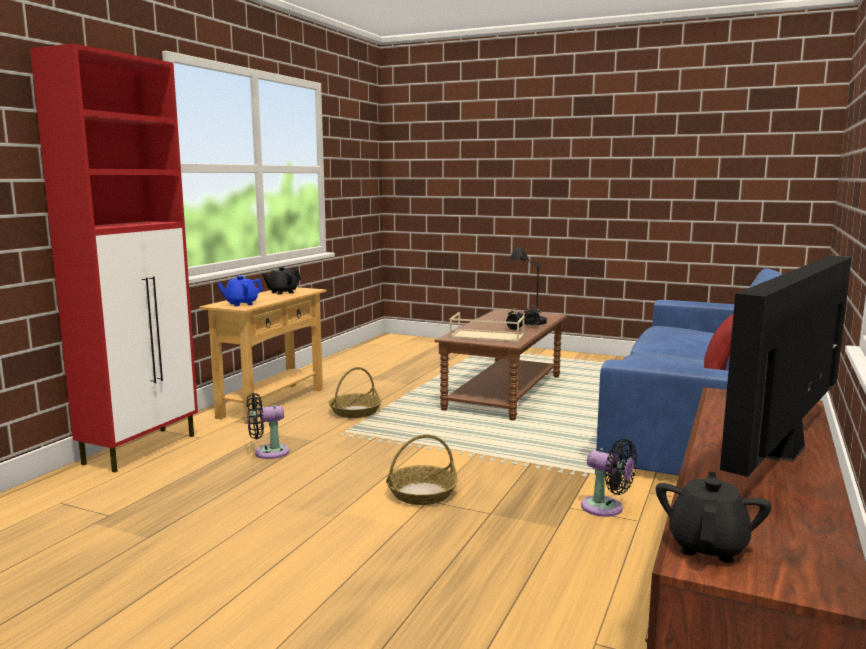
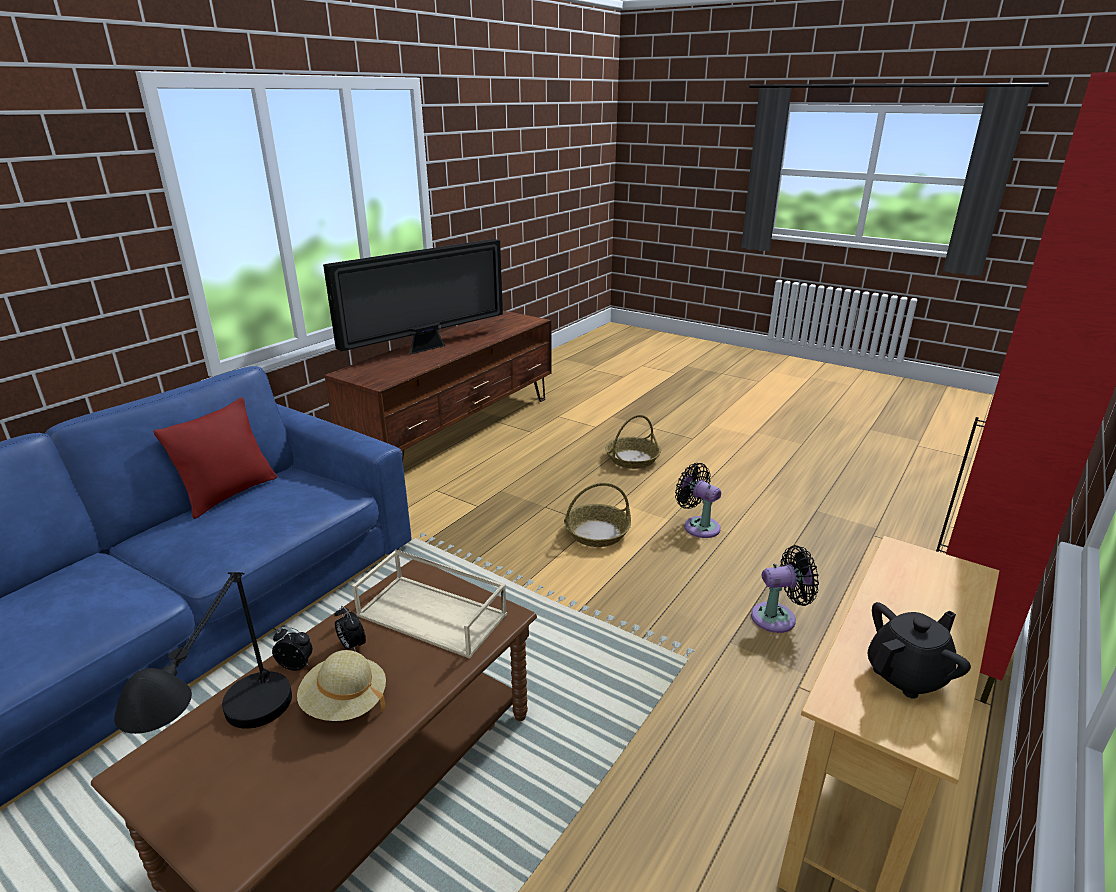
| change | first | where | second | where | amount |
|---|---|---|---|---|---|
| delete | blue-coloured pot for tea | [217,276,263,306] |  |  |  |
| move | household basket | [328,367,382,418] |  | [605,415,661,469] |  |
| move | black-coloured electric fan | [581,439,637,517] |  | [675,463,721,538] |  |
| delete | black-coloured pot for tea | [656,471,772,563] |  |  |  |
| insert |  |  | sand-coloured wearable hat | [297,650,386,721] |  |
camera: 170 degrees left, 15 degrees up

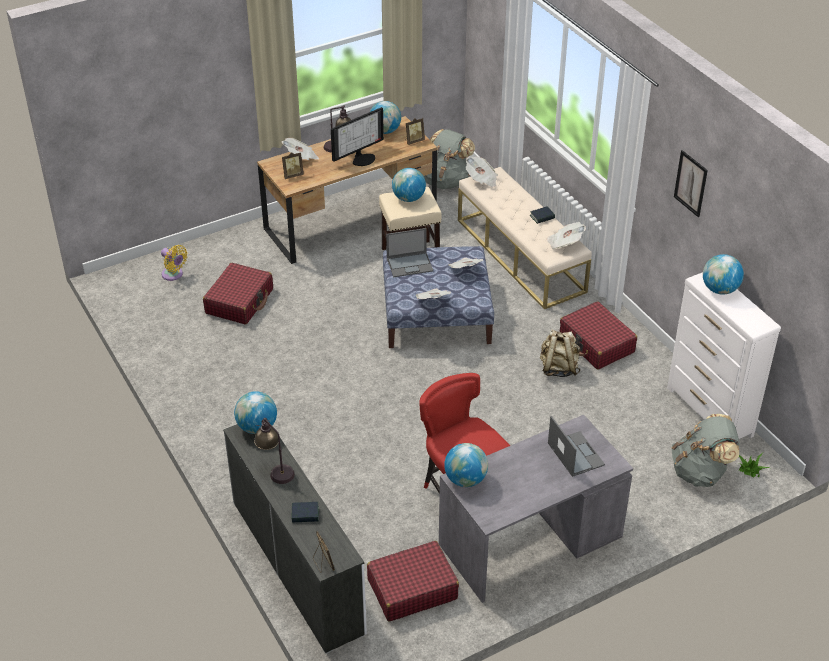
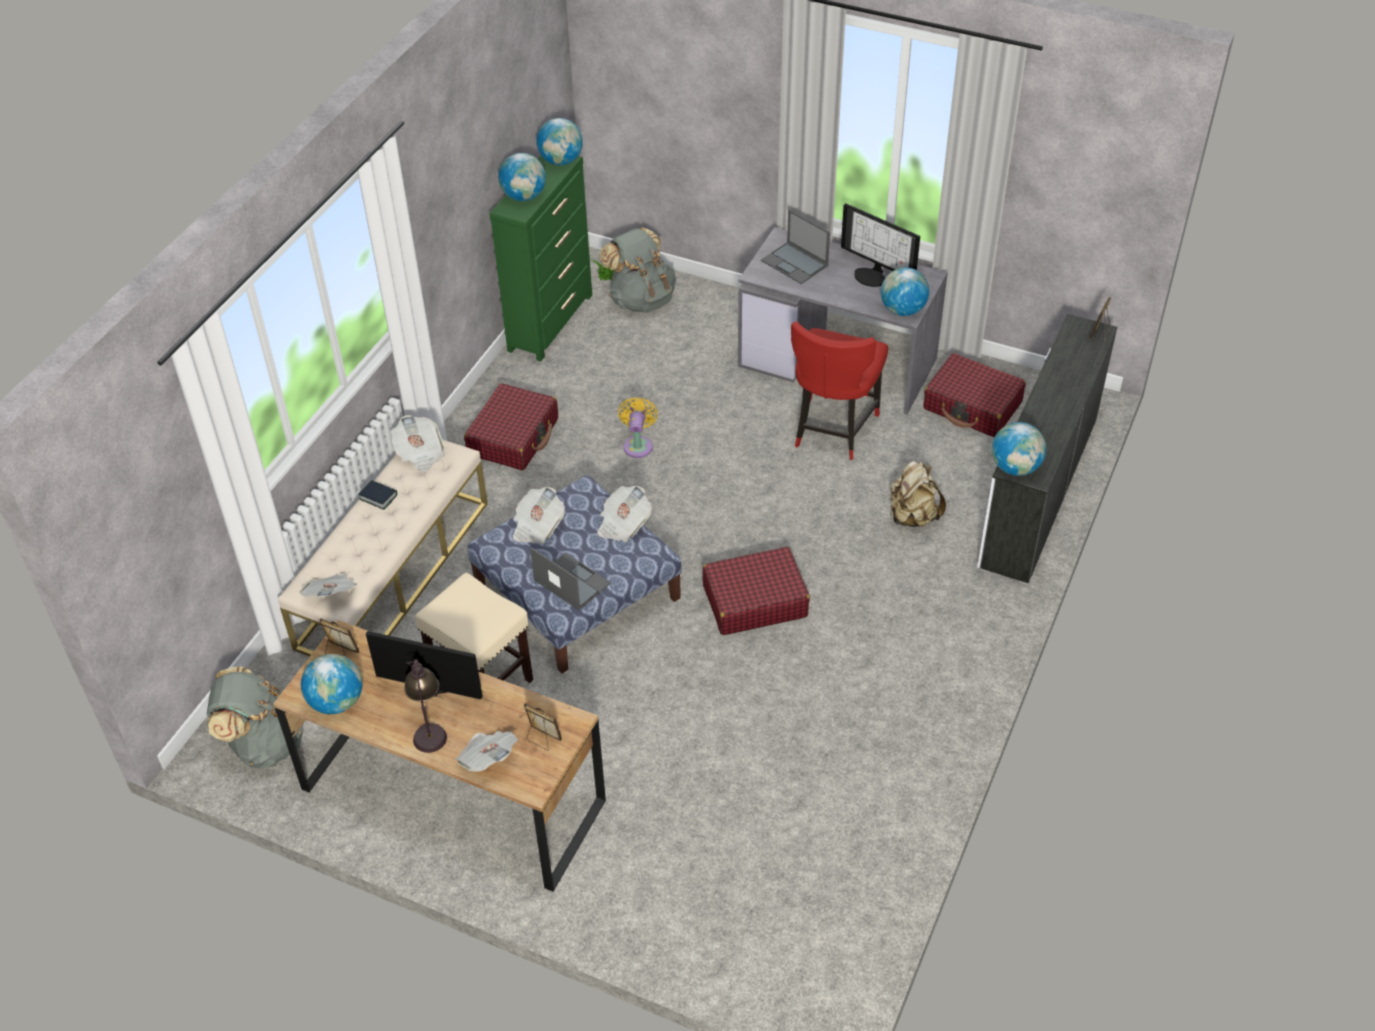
| change | first | where | second | where | amount |
|---|---|---|---|---|---|
| move | yellow-coloured electric fan | [161,245,188,281] |  | [618,397,658,458] |  |
| move | red-coloured piece of luggage | [203,263,273,324] |  | [703,547,810,635] |  |
| delete | tabletop lamp | [254,418,295,484] |  |  |  |
| delete | bound book | [291,502,319,523] |  |  |  |
| move | world globe | [392,168,426,202] |  | [536,118,583,165] |  |
| move | sand-coloured rucksack | [540,329,580,377] |  | [890,461,946,527] |  |
| rotate | notebook computer | [548,416,605,477] |  | [761,209,830,284] | 75 degrees counterclockwise |
| recolor | white-coloured drawer chest | [667,272,781,439] | greenish drawer chest | [489,156,592,362] |  |
| delete | wall art | [674,150,708,217] |  |  |  |
| insert |  |  | computer display | [841,203,920,287] |  |
camera: 125 degrees left, 5 degrees up

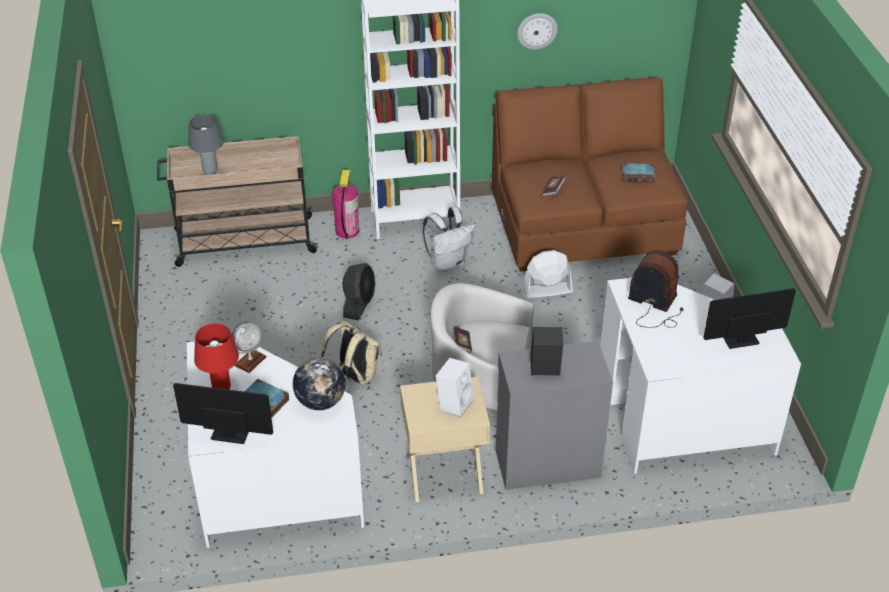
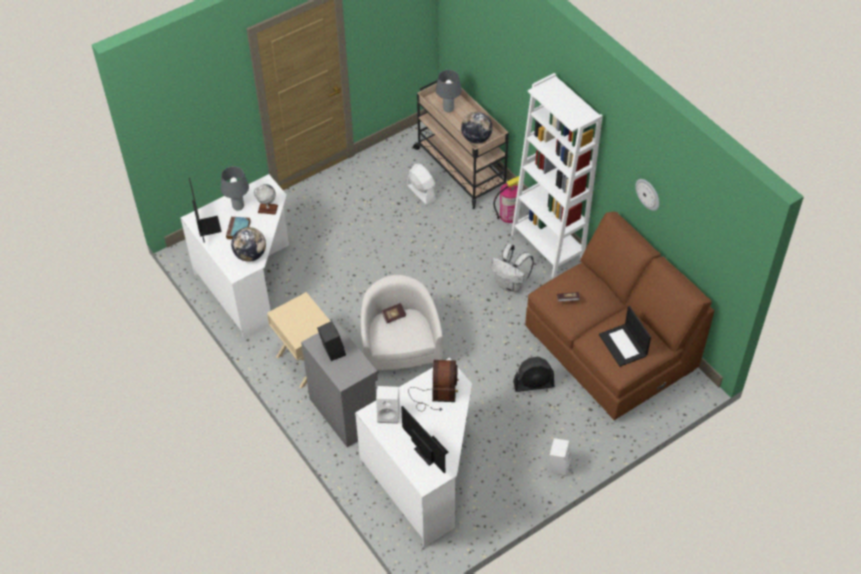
| change | first | where | second | where | amount |
|---|---|---|---|---|---|
| recolor | red-coloured tabletop lamp | [194,323,239,390] | grey tabletop lamp | [221,166,249,211] |  |
| delete | sand-coloured rucksack | [321,320,382,385] |  |  |  |
| move | black-coloured electric fan | [342,263,375,320] |  | [513,357,554,392] |  |
| move | white-coloured audio speaker | [436,358,474,418] |  | [376,386,400,424] |  |
| move | white-coloured electric fan | [523,250,573,298] |  | [407,164,436,205] |  |
| replace | bound book | [622,163,655,183] | notebook computer | [599,306,651,367] |  |
| insert |  |  | world globe | [461,112,493,144] |  |
camera: 65 degrees right, 10 degrees up

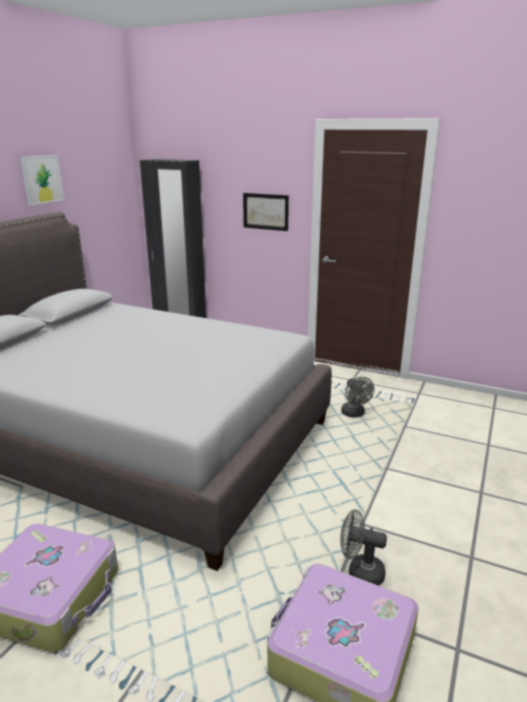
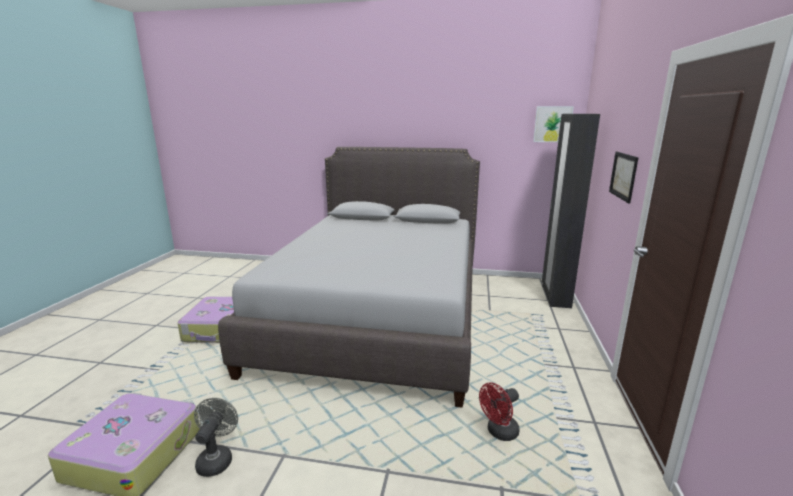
| change | first | where | second | where | amount |
|---|---|---|---|---|---|
| move | wall art | [20,155,64,205] |  | [533,106,574,142] |  |
| recolor | grey electric fan | [341,377,374,418] | red-coloured electric fan | [479,382,520,441] |  |
camera: 75 degrees right, 5 degrees down

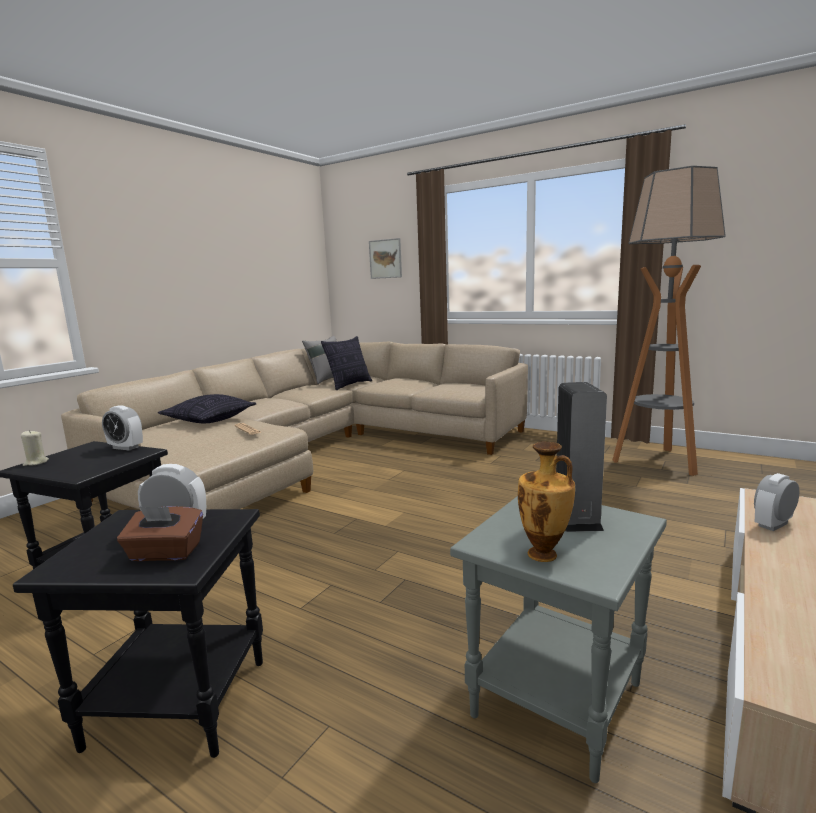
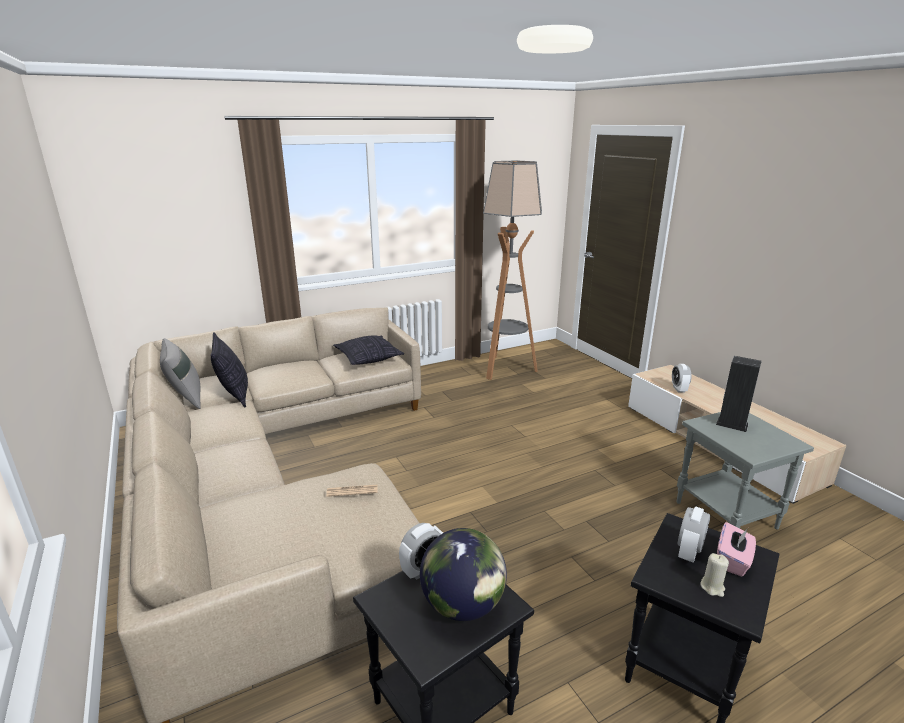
| change | first | where | second | where | amount |
|---|---|---|---|---|---|
| move | sand-coloured wax candle | [21,430,49,466] |  | [700,553,729,597] |  |
| recolor | brown-coloured tissue box | [117,506,203,561] | pinkish tissue box | [717,522,756,576] |  |
| move | cushion | [158,394,256,423] |  | [333,336,404,365] |  |
| delete | wall art | [369,238,402,279] |  |  |  |
| delete | decorative vase | [518,442,575,562] |  |  |  |
| insert |  |  | world globe | [420,528,507,621] |  |
camera: 60 degrees left, 10 degrees up

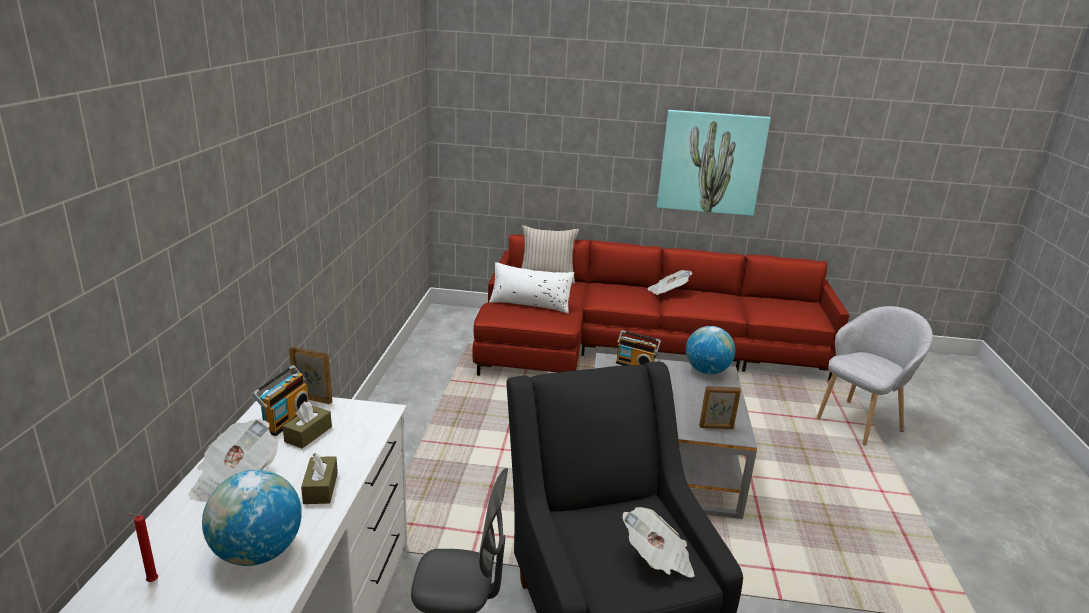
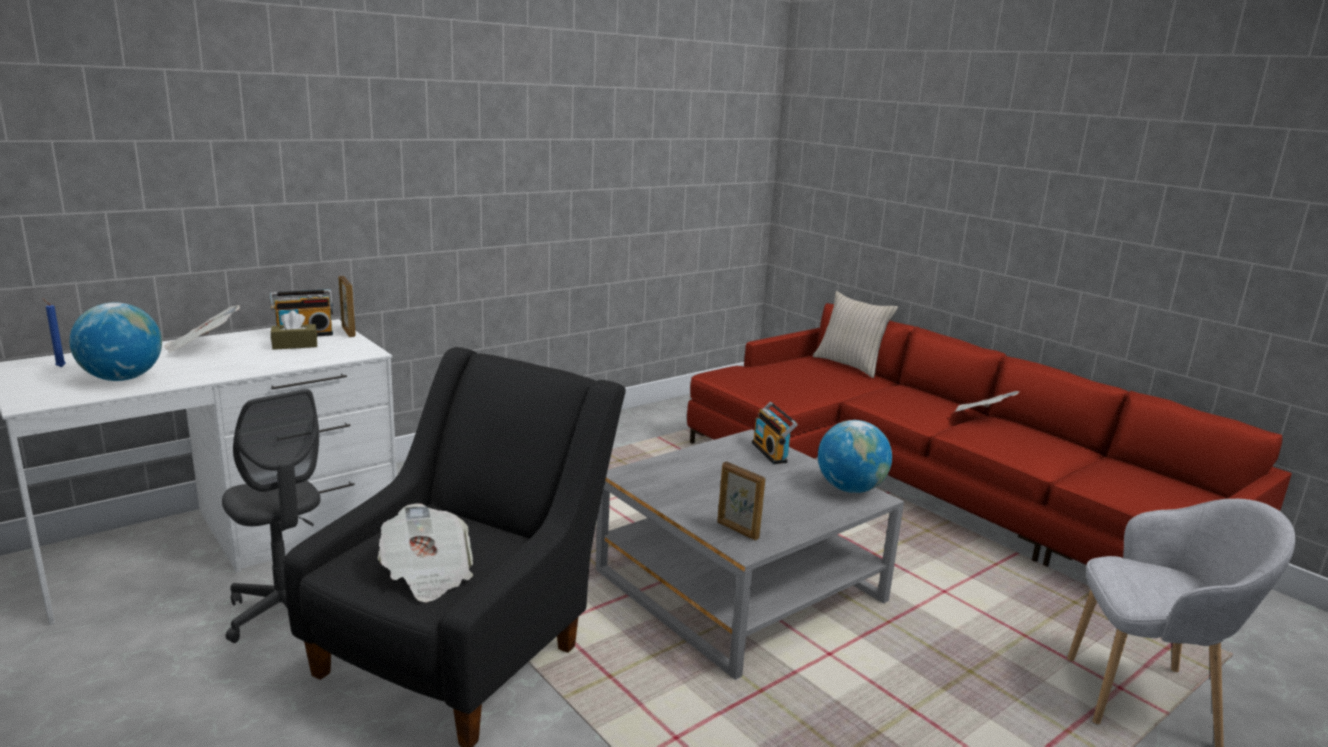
| change | first | where | second | where | amount |
|---|---|---|---|---|---|
| recolor | red-coloured wax candle | [126,513,158,582] | blue-coloured wax candle | [42,298,66,367] |  |
| delete | brown-coloured tissue box | [301,453,338,504] |  |  |  |
| delete | white-coloured cushion | [489,262,574,314] |  |  |  |
| delete | wall art | [657,110,771,216] |  |  |  |
camera: 45 degrees right, 5 degrees down

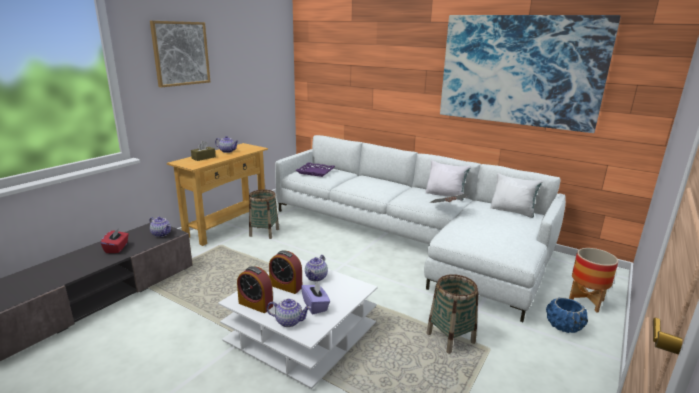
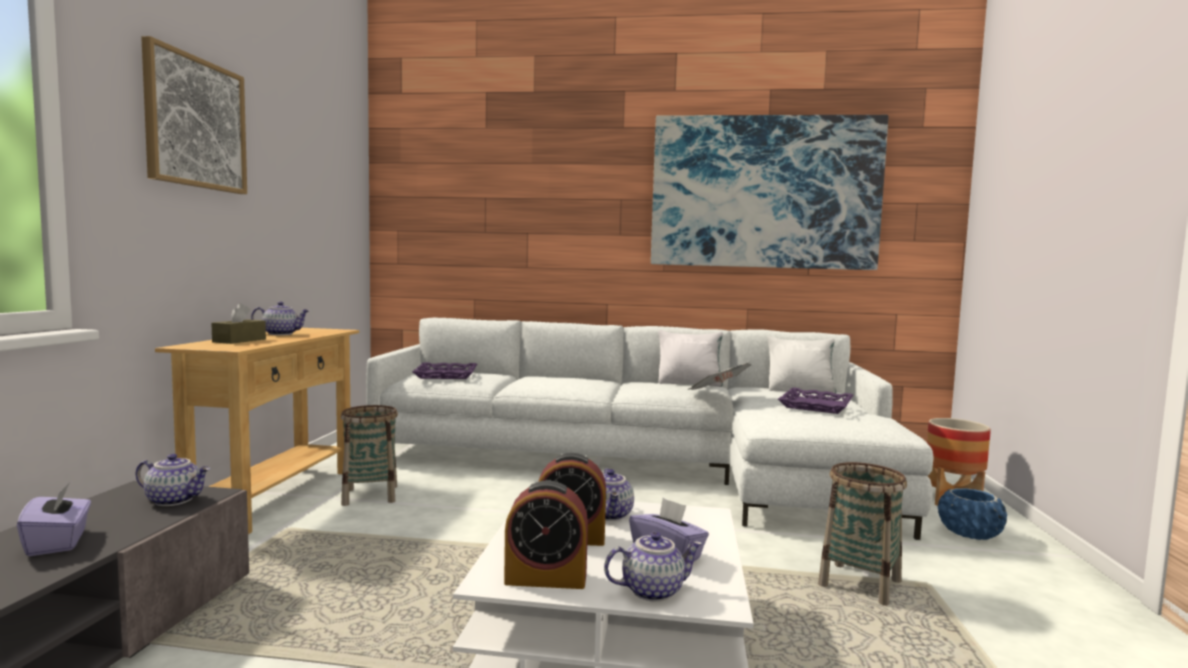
| change | first | where | second | where | amount |
|---|---|---|---|---|---|
| recolor | red-coloured tissue box | [101,228,129,253] | purple-coloured tissue box | [17,482,91,556] |  |
| insert |  |  | purple-coloured carrying tray | [778,387,854,414] |  |
camera: 25 degrees left, 15 degrees down

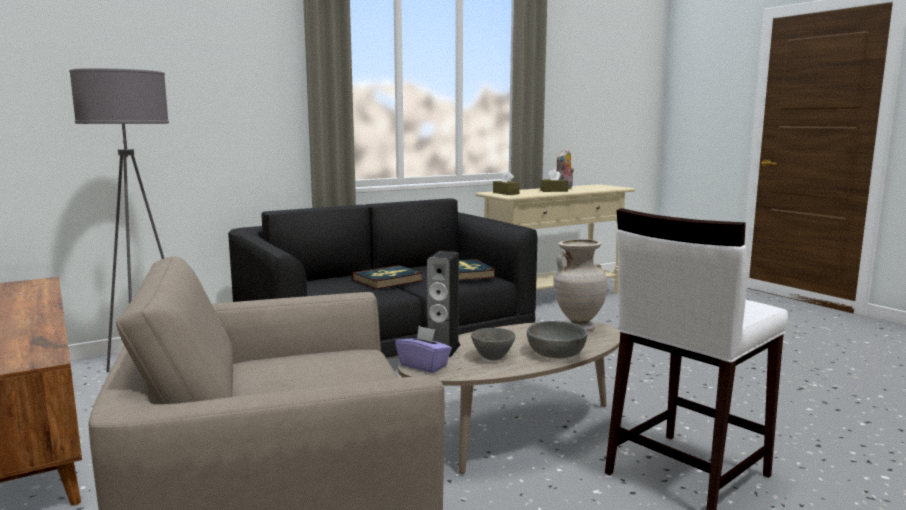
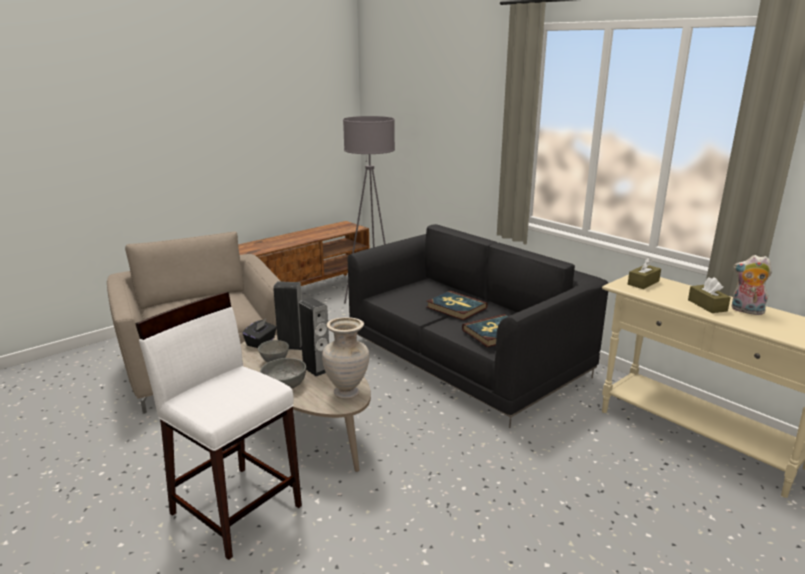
| change | first | where | second | where | amount |
|---|---|---|---|---|---|
| recolor | purple-coloured tissue box | [395,326,452,373] | black-coloured tissue box | [243,319,277,348] |  |
| insert |  |  | audio speaker | [299,298,329,377] |  |
camera: 80 degrees right, 10 degrees up

